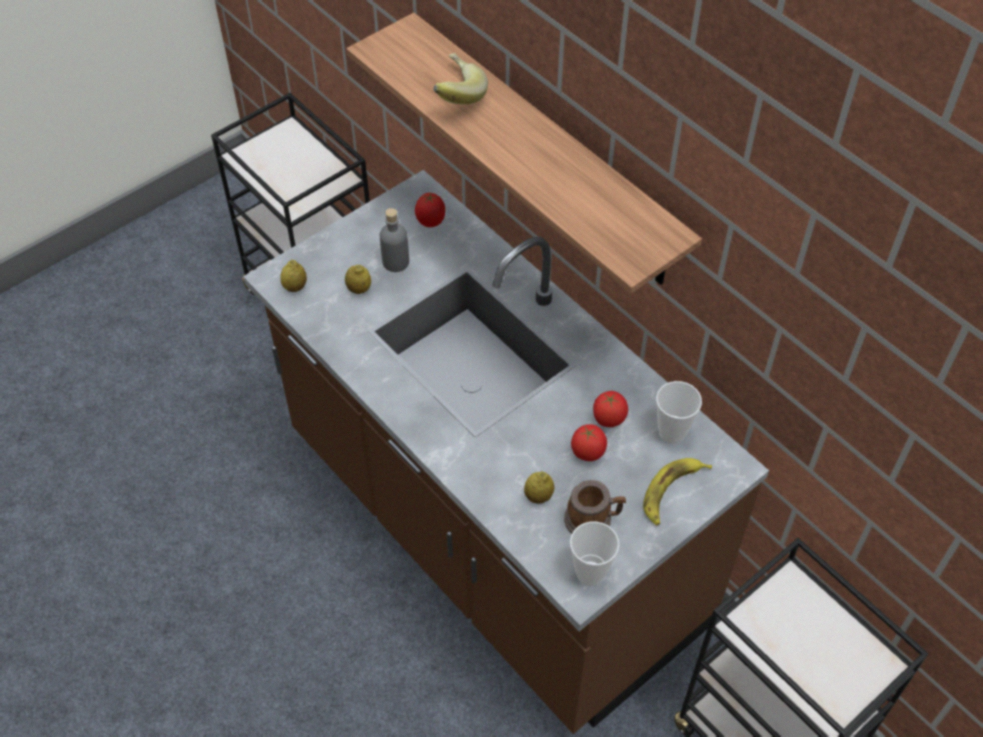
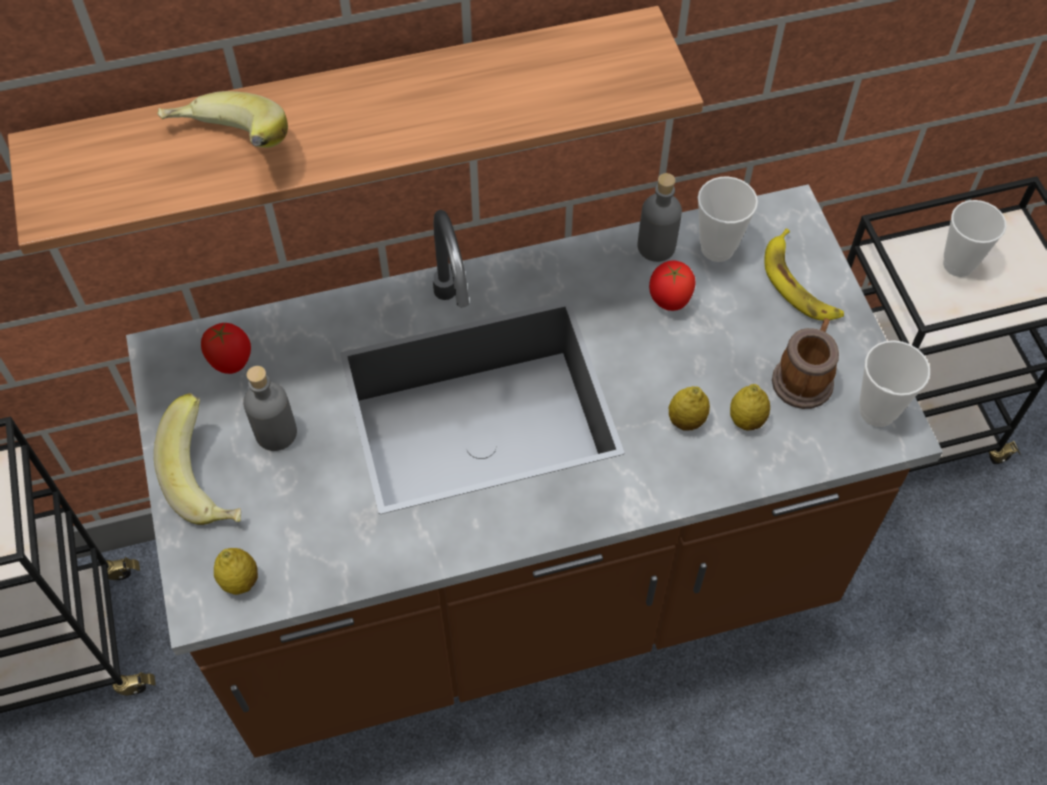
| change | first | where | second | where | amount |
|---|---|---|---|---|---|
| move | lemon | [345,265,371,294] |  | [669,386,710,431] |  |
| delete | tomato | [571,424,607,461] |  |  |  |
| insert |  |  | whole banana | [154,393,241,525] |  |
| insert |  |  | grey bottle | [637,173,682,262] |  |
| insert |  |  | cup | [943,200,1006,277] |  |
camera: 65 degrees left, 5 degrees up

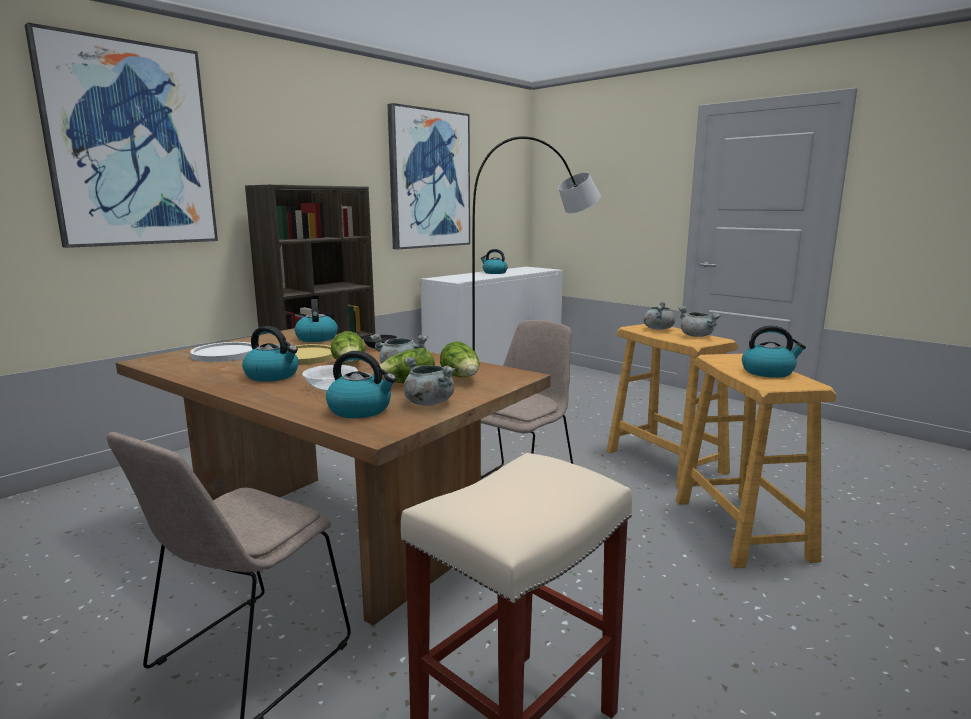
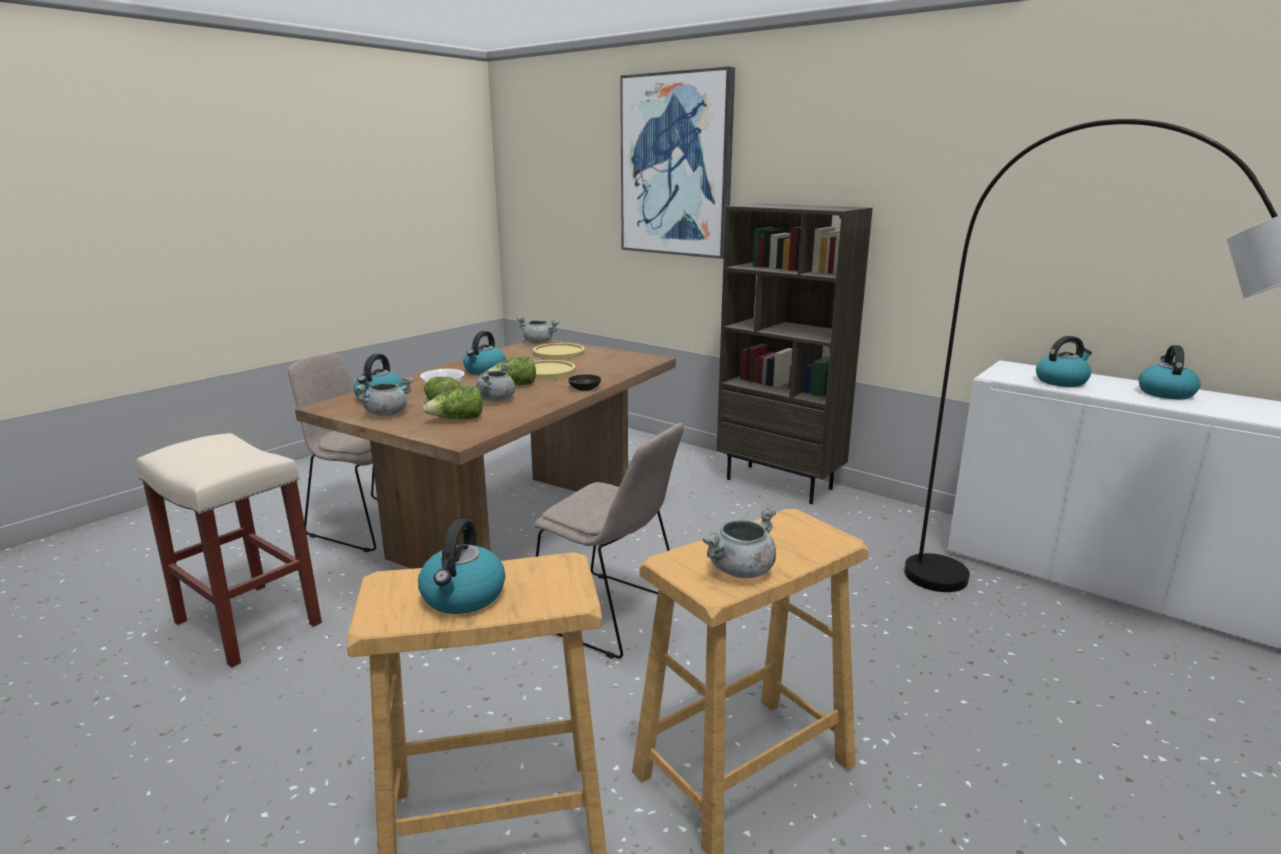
| change | first | where | second | where | amount |
|---|---|---|---|---|---|
| recolor | white-coloured flat dish | [190,342,252,362] | yellow-coloured flat dish | [533,343,585,360] |  |
| move | tea kettle | [294,299,338,342] |  | [1036,336,1092,387] |  |
| delete | wall art | [387,103,470,249] |  |  |  |
| move | grey saucepot | [643,301,675,330] |  | [517,316,559,344] |  |
camera: 85 degrees right, 5 degrees up

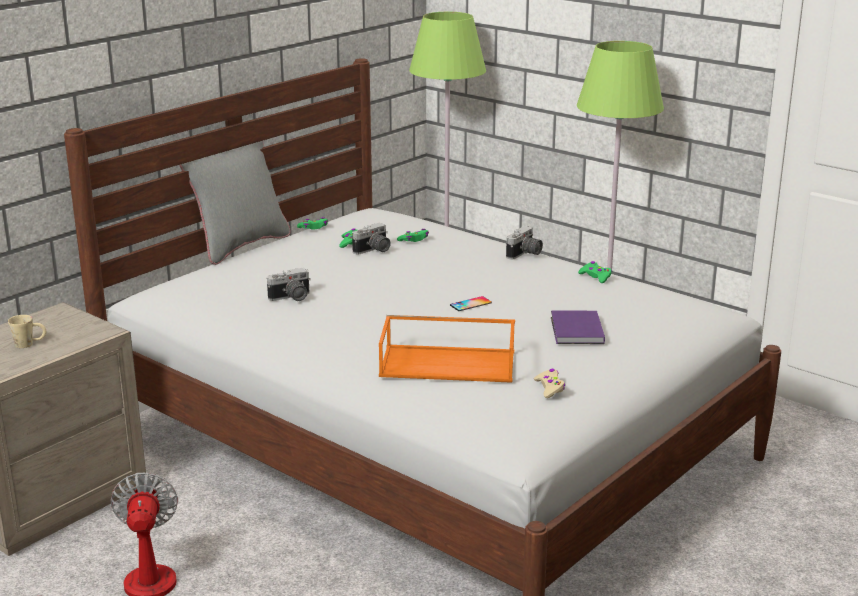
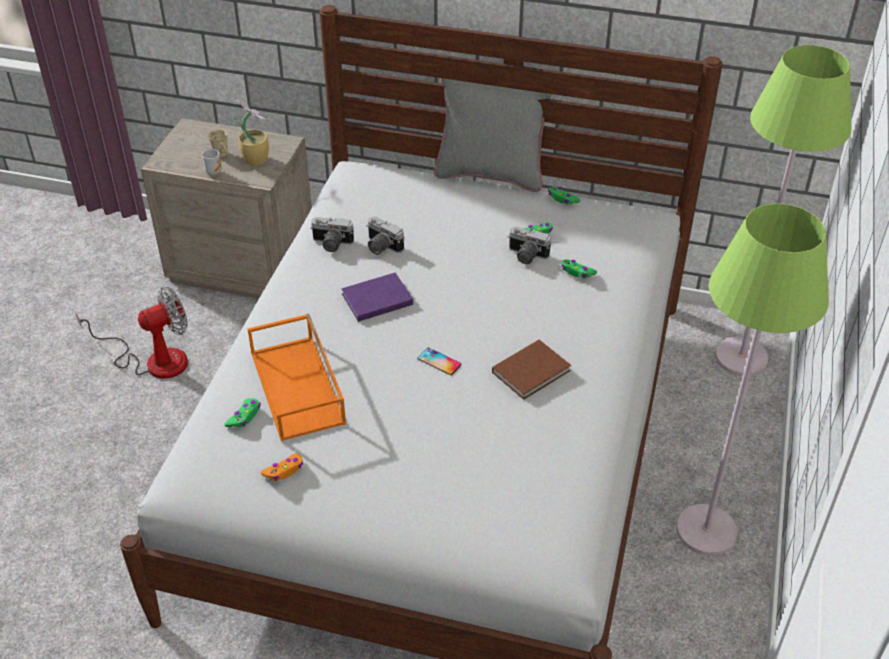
| change | first | where | second | where | amount |
|---|---|---|---|---|---|
| move | photo camera | [506,226,543,259] |  | [310,217,354,252] |  |
| recolor | sand-coloured gamepad | [534,369,565,398] | orange-coloured gamepad | [261,453,303,481] |  |
| move | purple-coloured bound book | [551,311,605,344] |  | [341,272,413,322] |  |
| move | greenish gamepad | [578,261,612,283] |  | [225,398,261,427] |  |
| insert |  |  | mug | [202,149,221,175] |  |
| insert |  |  | plant in a pot | [233,100,269,166] |  |
| insert |  |  | brown-coloured bound book | [492,340,571,400] |  |
camera: 65 degrees right, 20 degrees up

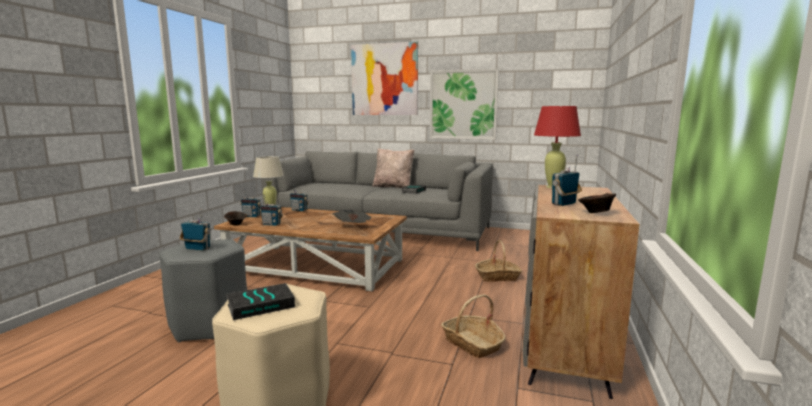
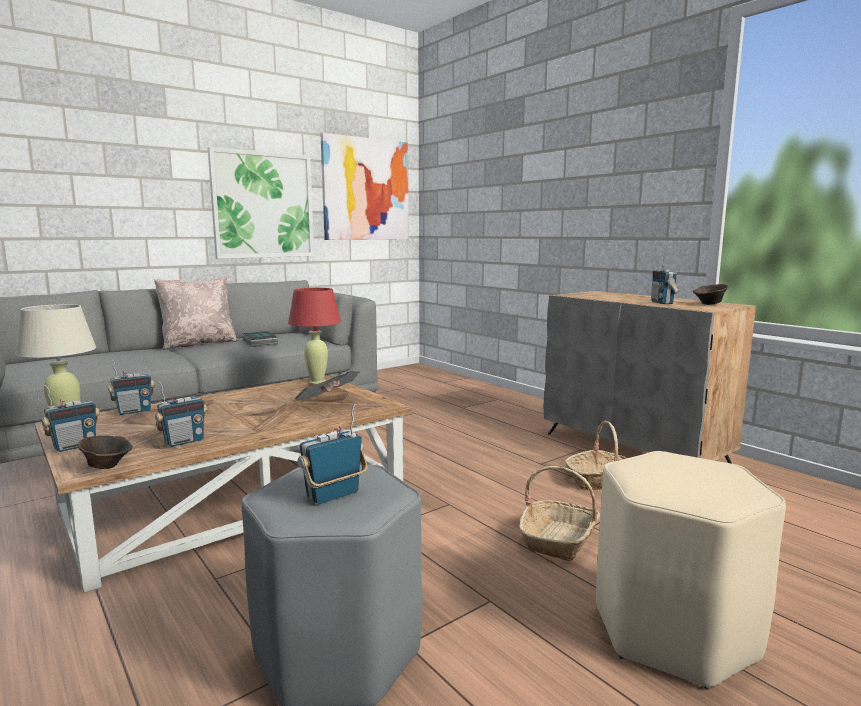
| change | first | where | second | where | amount |
|---|---|---|---|---|---|
| delete | bound book | [226,283,295,320] |  |  |  |
| move | wall art | [351,42,418,115] |  | [321,133,409,240] |  |
| move | household basket | [475,240,523,282] |  | [519,466,600,561] |  |
| move | red-coloured tabletop lamp | [534,106,581,188] |  | [288,288,341,384] |  |
camera: 55 degrees left, 0 degrees up

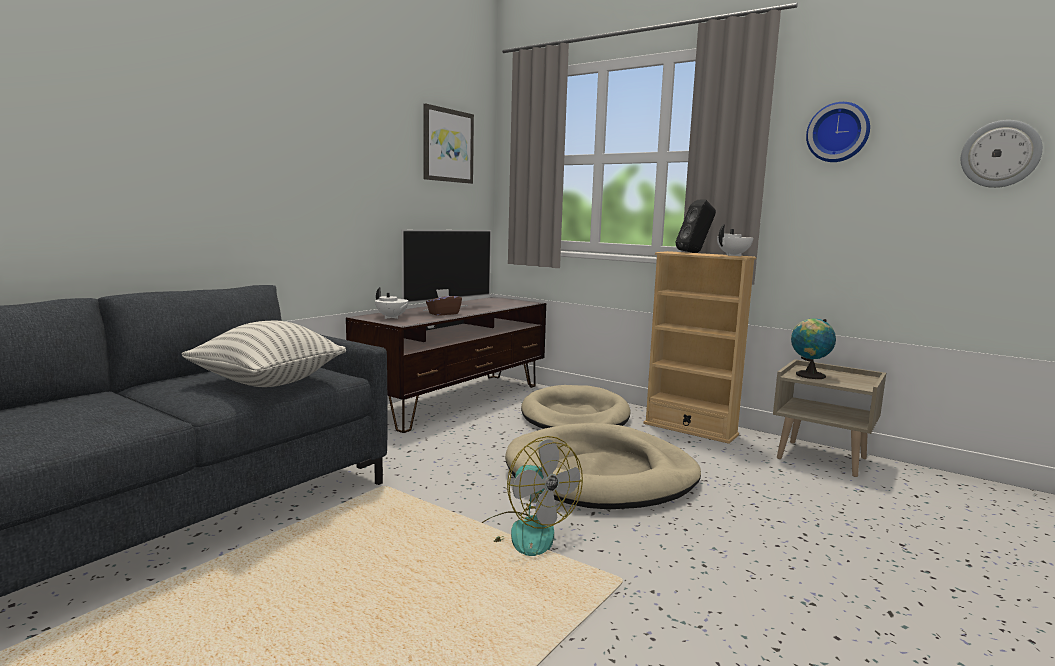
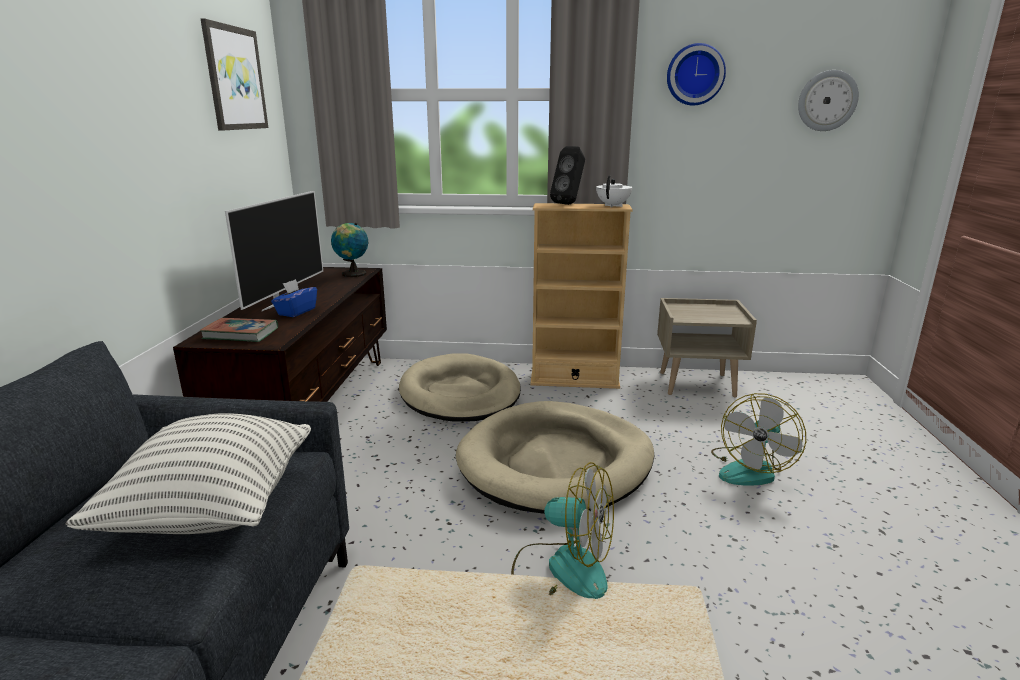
| change | first | where | second | where | amount |
|---|---|---|---|---|---|
| replace | white-coloured pot for tea | [375,287,410,319] | bound book | [200,318,278,342] |  |
| recolor | brown-coloured tissue box | [426,289,462,316] | blue-coloured tissue box | [271,279,317,317] |  |
| move | world globe | [791,318,836,379] |  | [331,223,368,277] |  |
| insert |  |  | electric fan | [711,393,806,486] |  |
camera: 30 degrees left, 10 degrees up

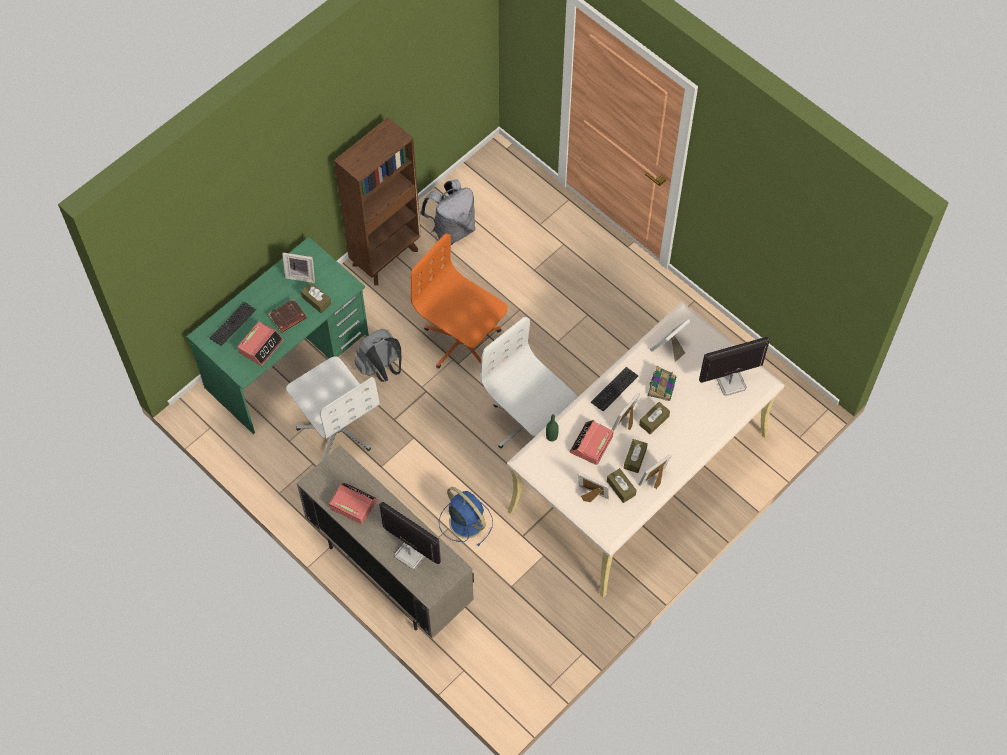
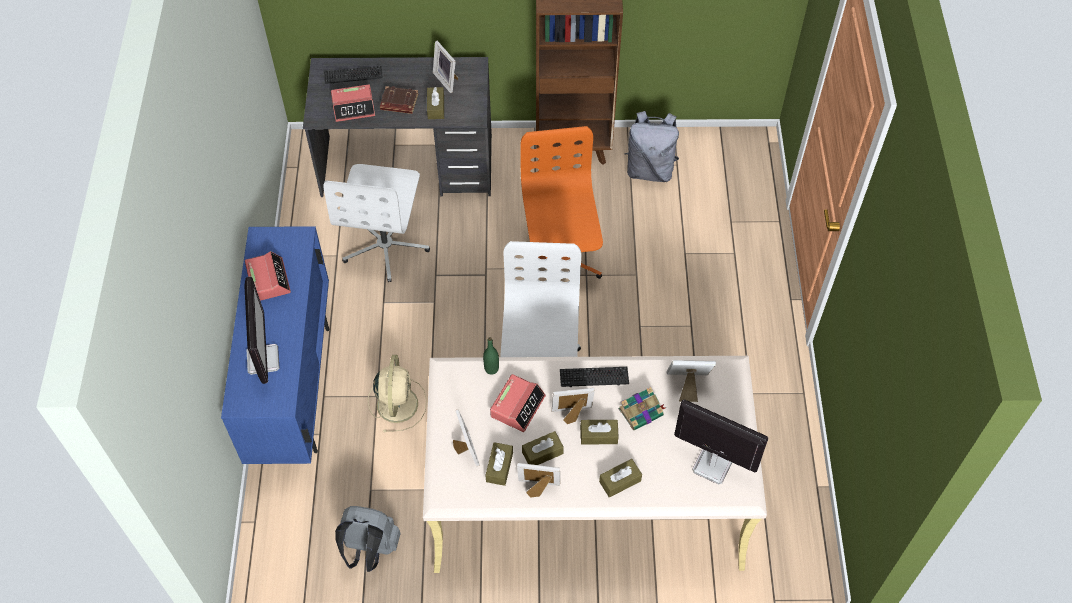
| change | first | where | second | where | amount |
|---|---|---|---|---|---|
| recolor | greenish desk unit | [187,237,369,434] | grey desk unit | [303,57,492,197] |  |
| recolor | sand-coloured cupboard | [297,446,474,639] | blue-coloured cupboard | [221,226,329,464] |  |
| move | grey rucksack | [355,329,401,382] |  | [335,506,401,572] |  |
| recolor | blue-coloured electric fan | [439,487,493,546] | sand-coloured electric fan | [368,355,427,433] |  |
| rotate | table clock | [570,420,614,465] |  | [490,374,546,432] | 135 degrees clockwise |
| insert |  |  | brown-coloured tissue box | [599,459,642,498] |  |
camera: 45 degrees right, 5 degrees down

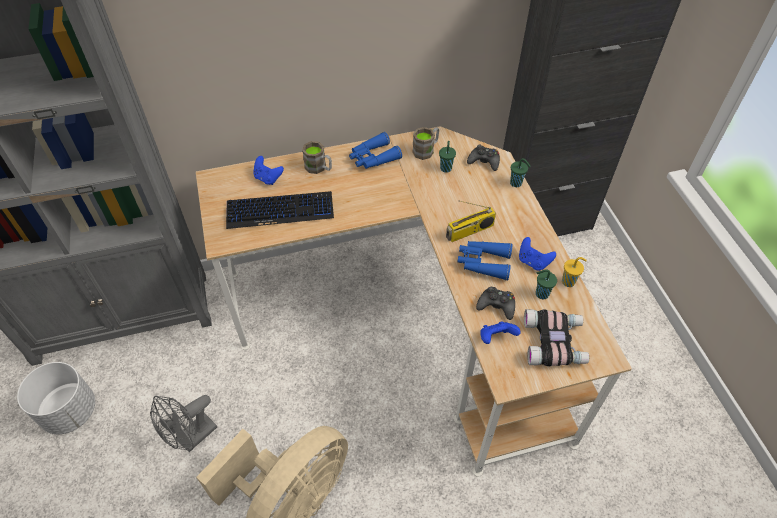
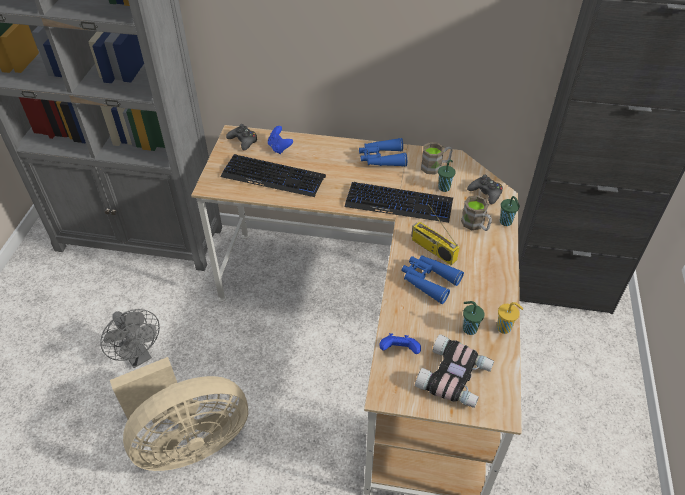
| change | first | where | second | where | amount |
|---|---|---|---|---|---|
| delete | white-coloured planter | [17,362,95,434] |  |  |  |
| rotate | grey electric fan | [150,395,217,452] |  | [100,309,160,368] | 105 degrees counterclockwise |
| move | brown-coloured mug | [302,141,332,174] |  | [461,195,492,231] |  |
| rotate | radio set | [446,201,496,242] |  | [411,204,460,265] | 45 degrees clockwise |
| move | black-coloured gamepad | [476,287,515,320] |  | [226,124,258,151] |  |
| delete | blue-coloured gamepad | [519,237,556,271] |  |  |  |
| insert |  |  | keyboard | [345,182,453,223] |  |
camera: 25 degrees right, 5 degrees down

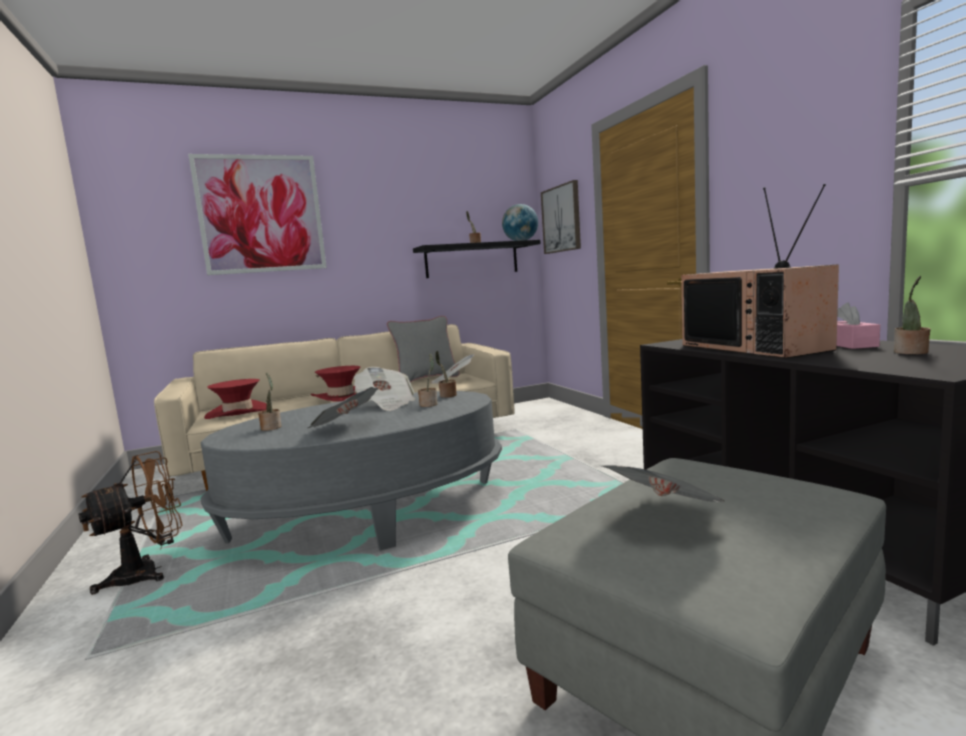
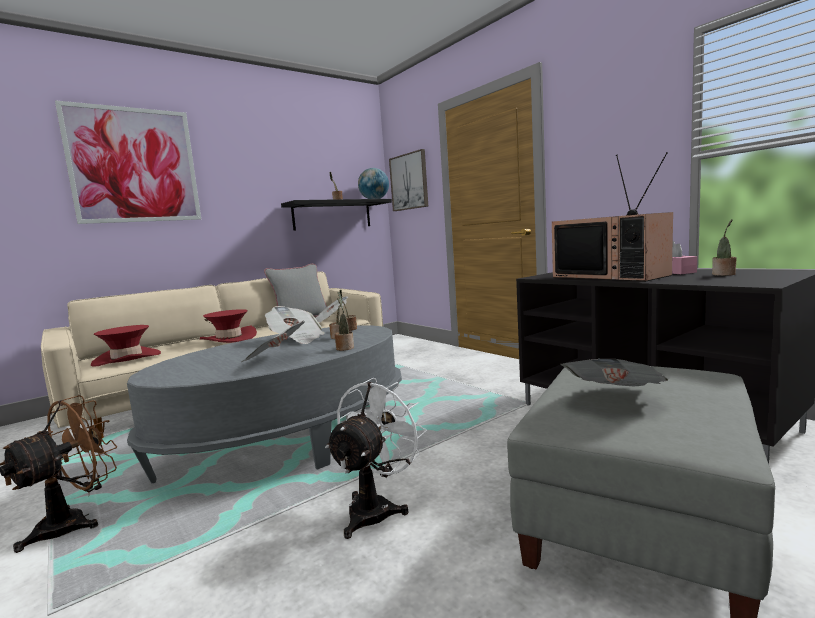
| change | first | where | second | where | amount |
|---|---|---|---|---|---|
| move | plant in a pot | [258,372,282,431] |  | [334,298,354,351] |  |
| insert |  |  | white-coloured electric fan | [325,377,427,539] |  |
camera: 15 degrees left, 0 degrees up

